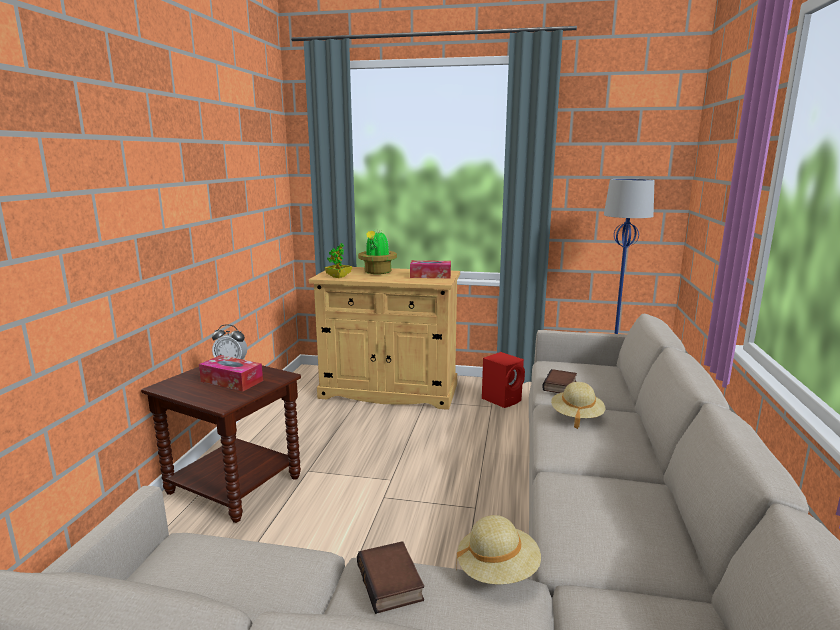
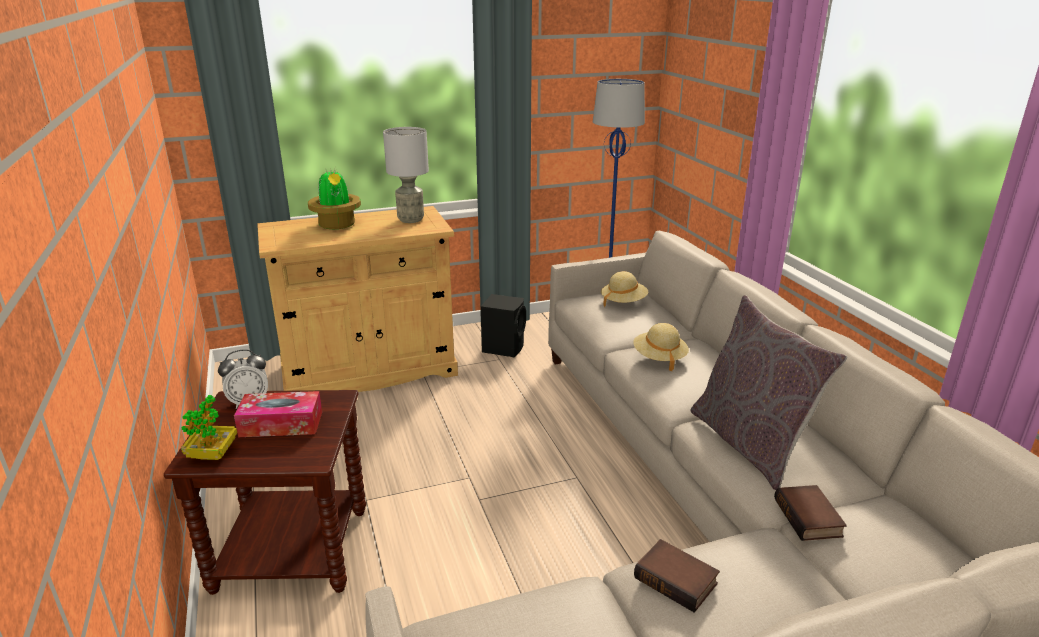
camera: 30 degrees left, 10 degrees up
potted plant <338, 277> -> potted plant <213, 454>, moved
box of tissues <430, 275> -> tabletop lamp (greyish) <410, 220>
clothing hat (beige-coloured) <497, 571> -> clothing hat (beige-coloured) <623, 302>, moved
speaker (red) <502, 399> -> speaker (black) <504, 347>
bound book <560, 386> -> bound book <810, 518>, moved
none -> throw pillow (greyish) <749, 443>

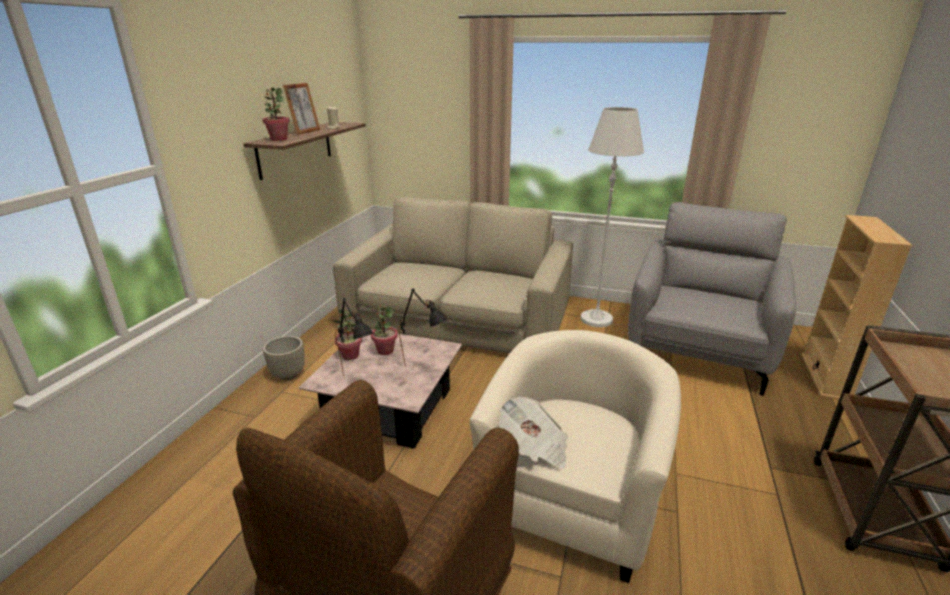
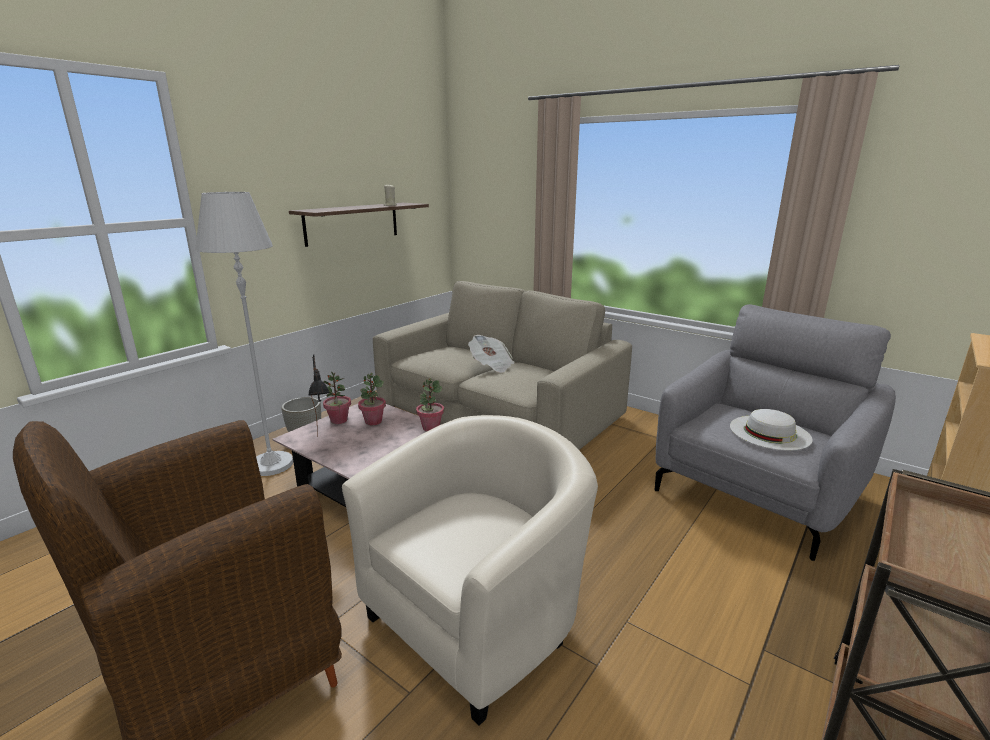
camera: 20 degrees right, 5 degrees down
potted plant <279, 139> -> potted plant <430, 428>, moved
standing frame <305, 132> -> none
tabletop lamp (black) <425, 370> -> none
newspaper <534, 447> -> newspaper <491, 365>, moved
standing lamp (white) <596, 319> -> standing lamp (white) <271, 464>, moved
none -> clothing hat (white) <770, 432>

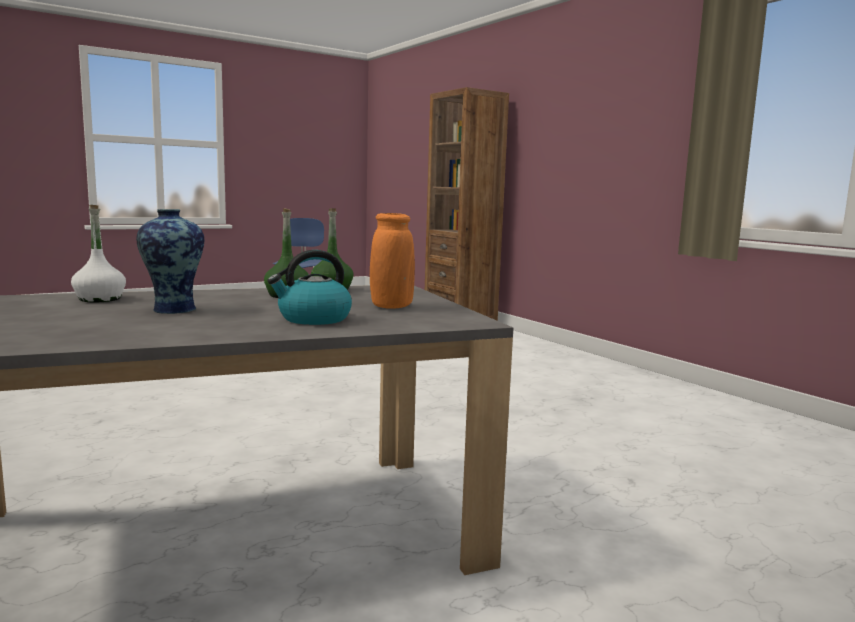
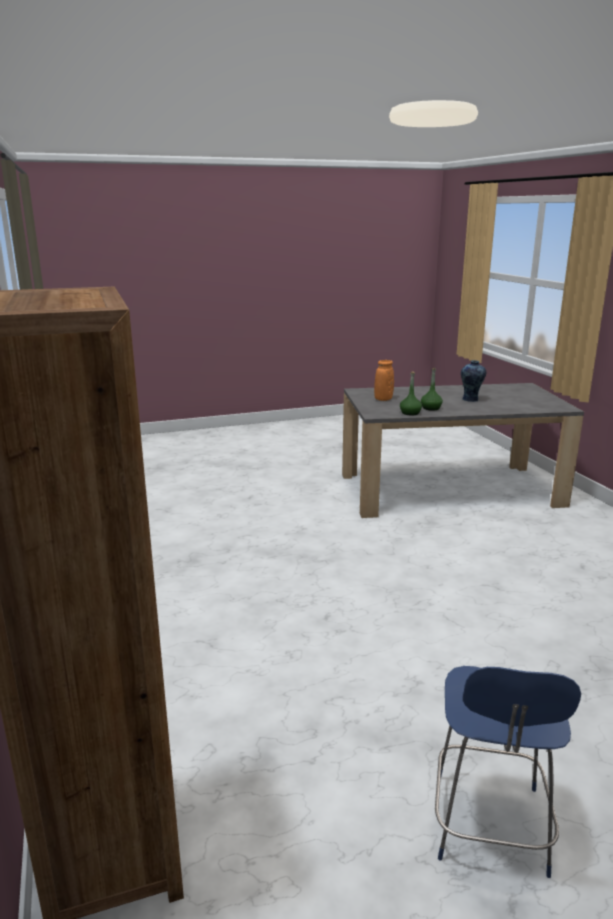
camera: 165 degrees left, 10 degrees up
bottle (white) <100, 299> -> none
kettle <313, 319> -> none

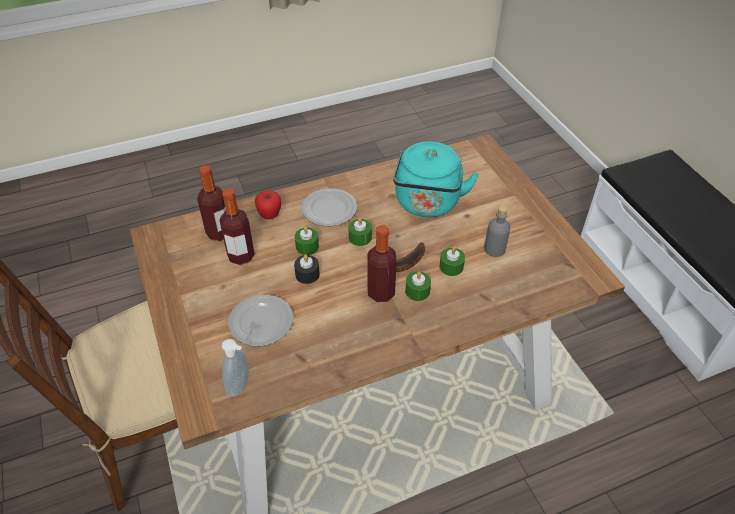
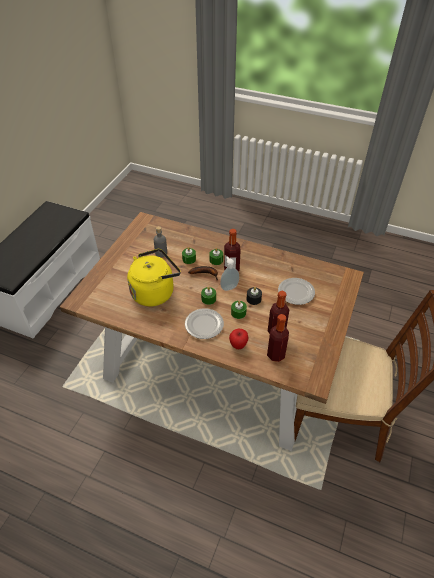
camera: 135 degrees left, 0 degrees up
soap dispenser <241, 386> -> soap dispenser <229, 287>, moved
kettle (blue-green) <427, 204> -> kettle (yellowish) <155, 292>

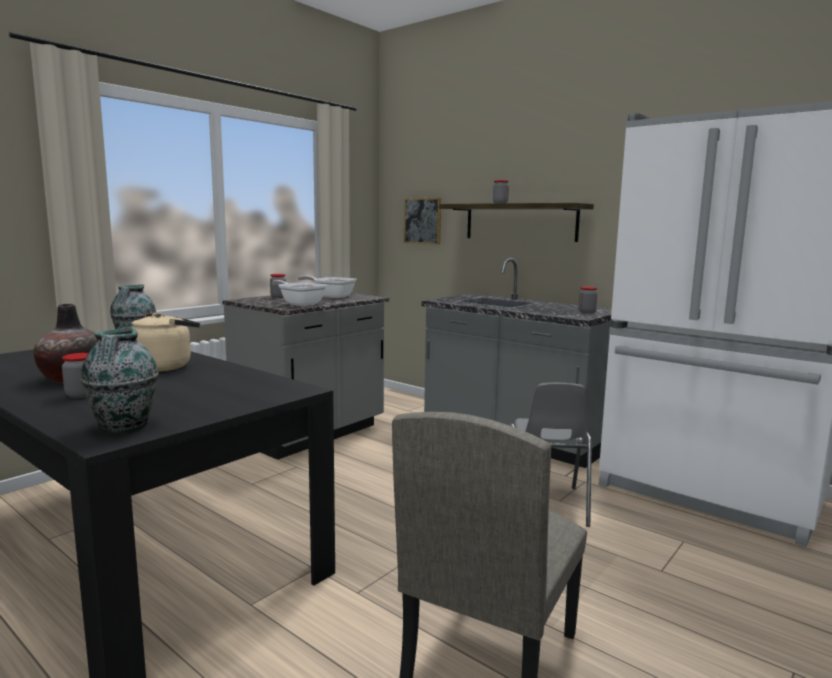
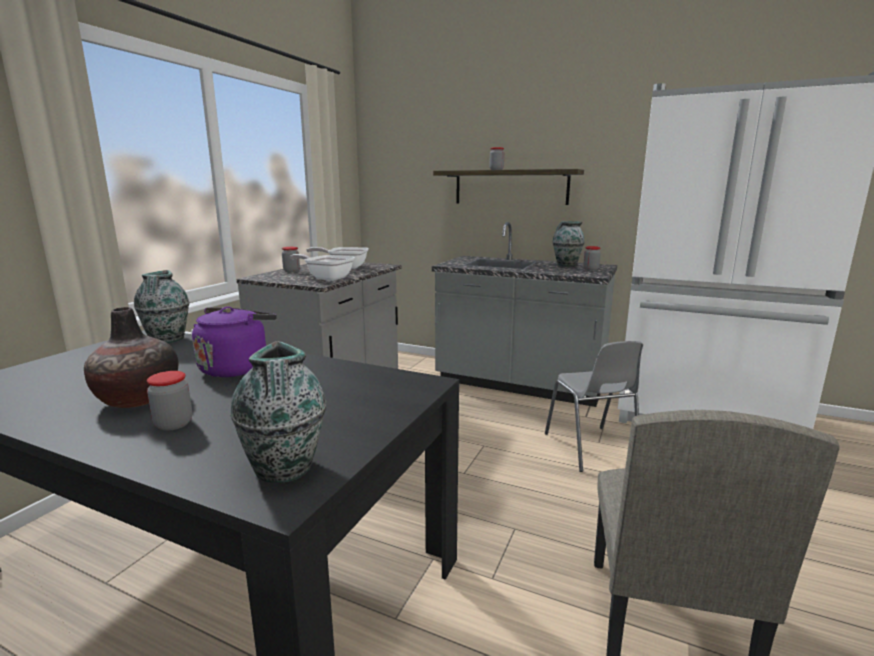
camera: 15 degrees left, 5 degrees up
kettle (beige-coloured) <165, 366> -> kettle (purplish) <236, 367>
wall picture <423, 221> -> none
none -> decorative vase <566, 265>

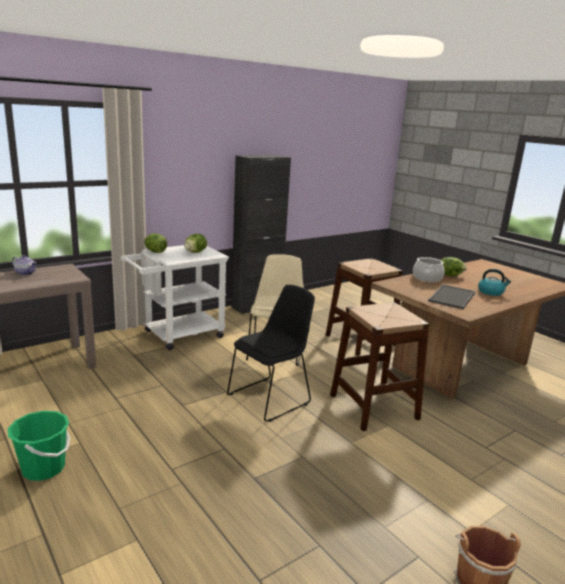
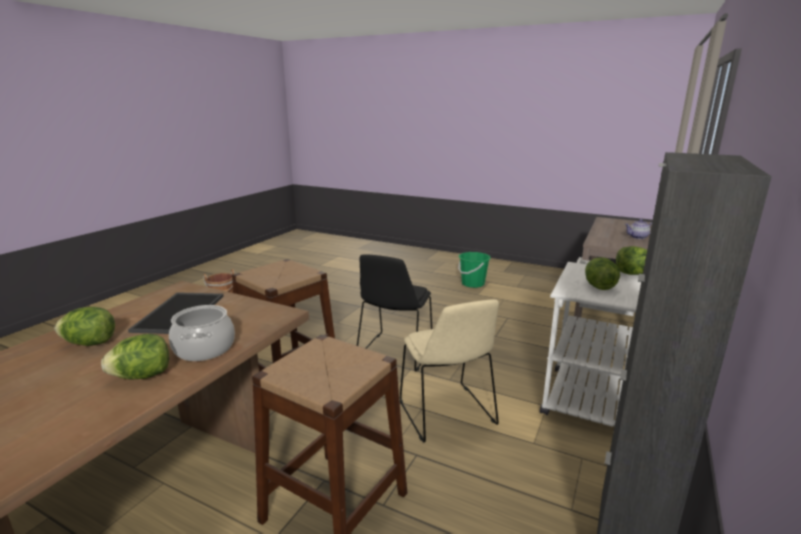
camera: 155 degrees right, 0 degrees up
kettle <491, 292> -> lettuce head <90, 343>

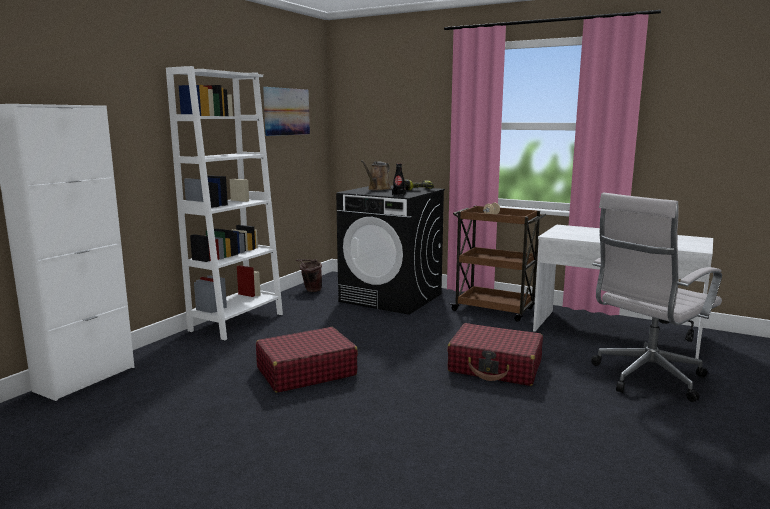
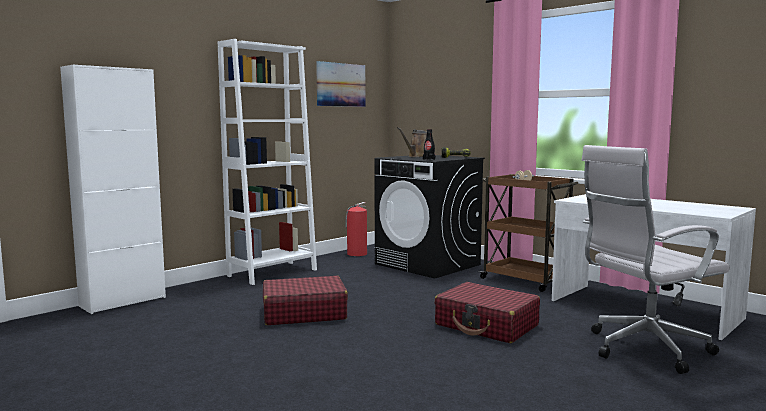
camera: 15 degrees right, 5 degrees down
water bucket (brownish) <310, 290> -> fire-fighting cylinder <356, 254>

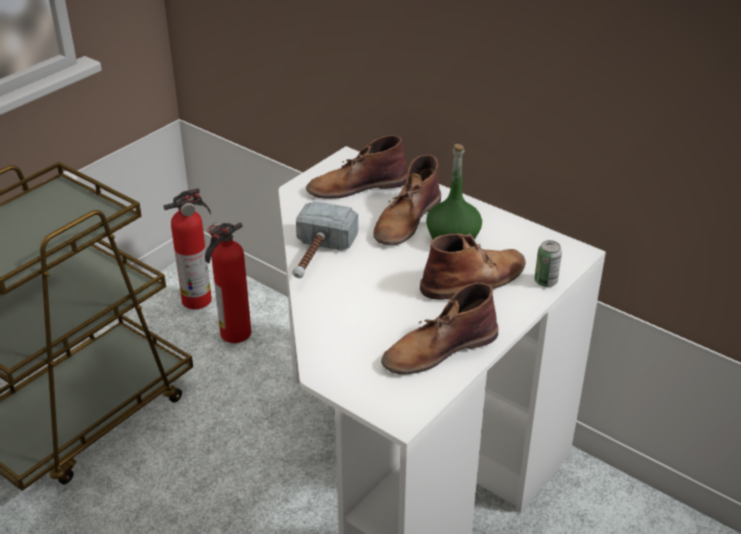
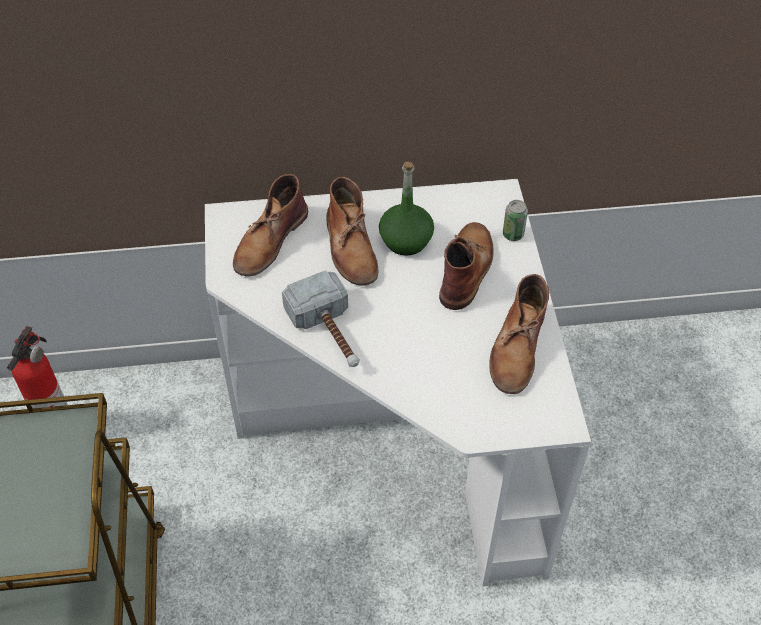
camera: 45 degrees left, 15 degrees up
fire-fighting cylinder <234, 334> -> none

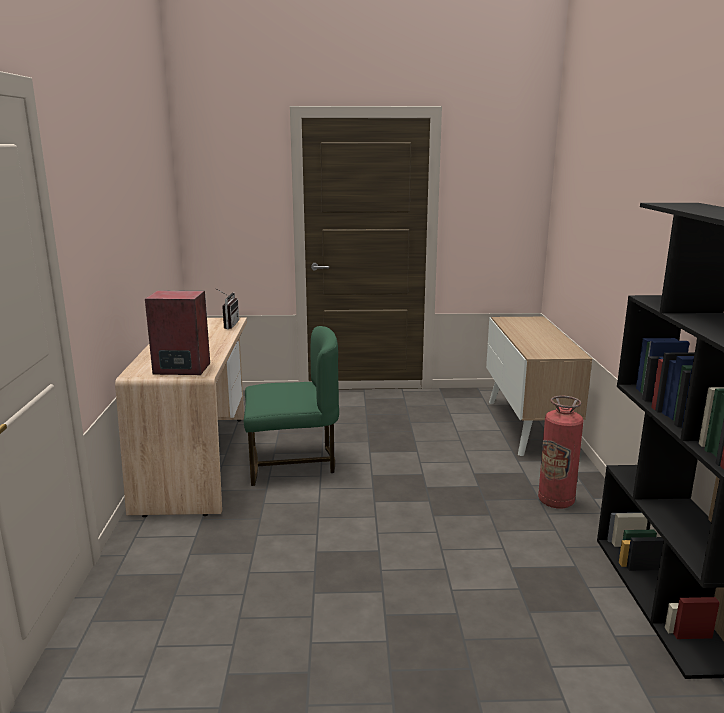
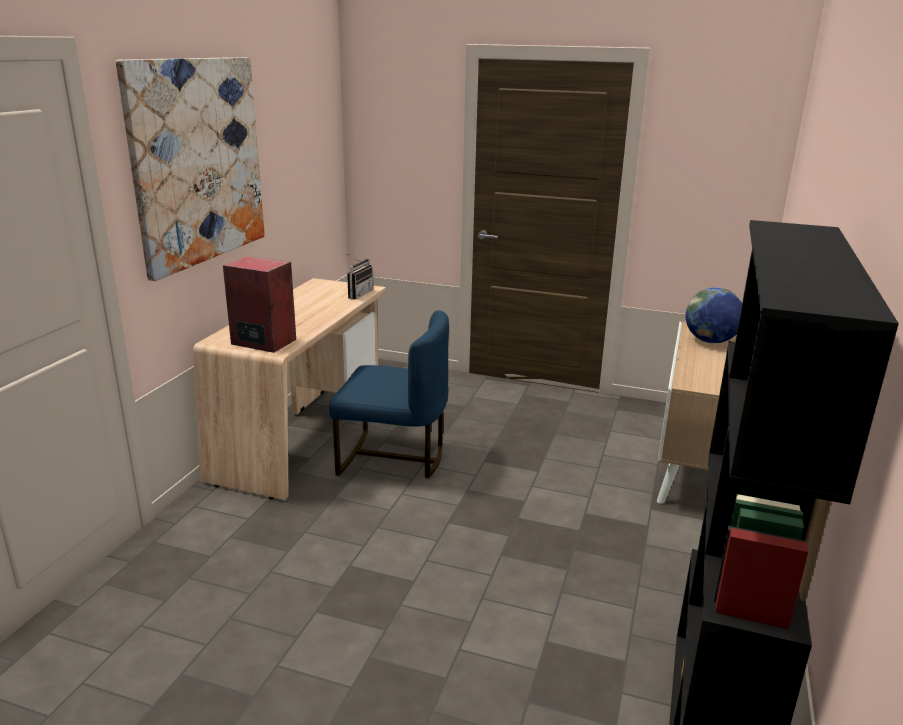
camera: 20 degrees right, 5 degrees up
plain chair (green) <292, 463> -> plain chair (bluish) <393, 458>
fire-fighting cylinder <556, 501> -> none
none -> wall picture <198, 162>
none -> globe <710, 341>

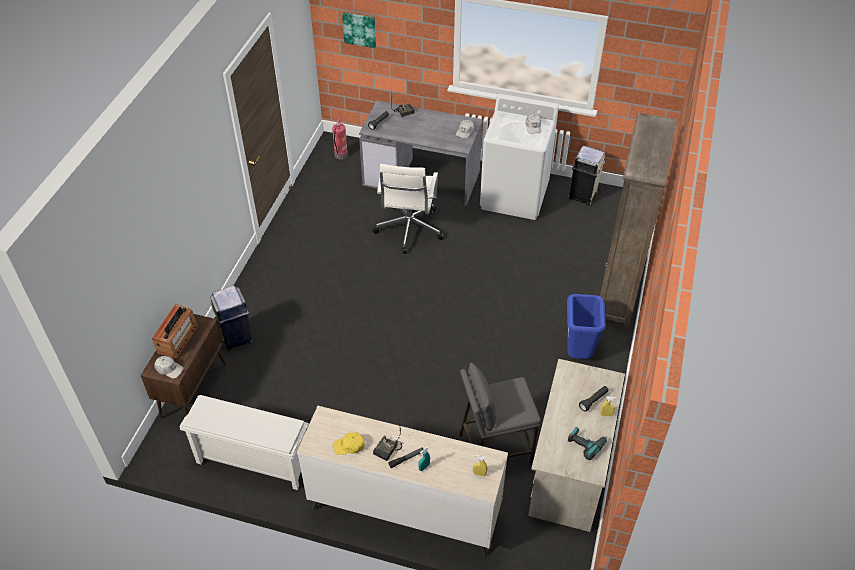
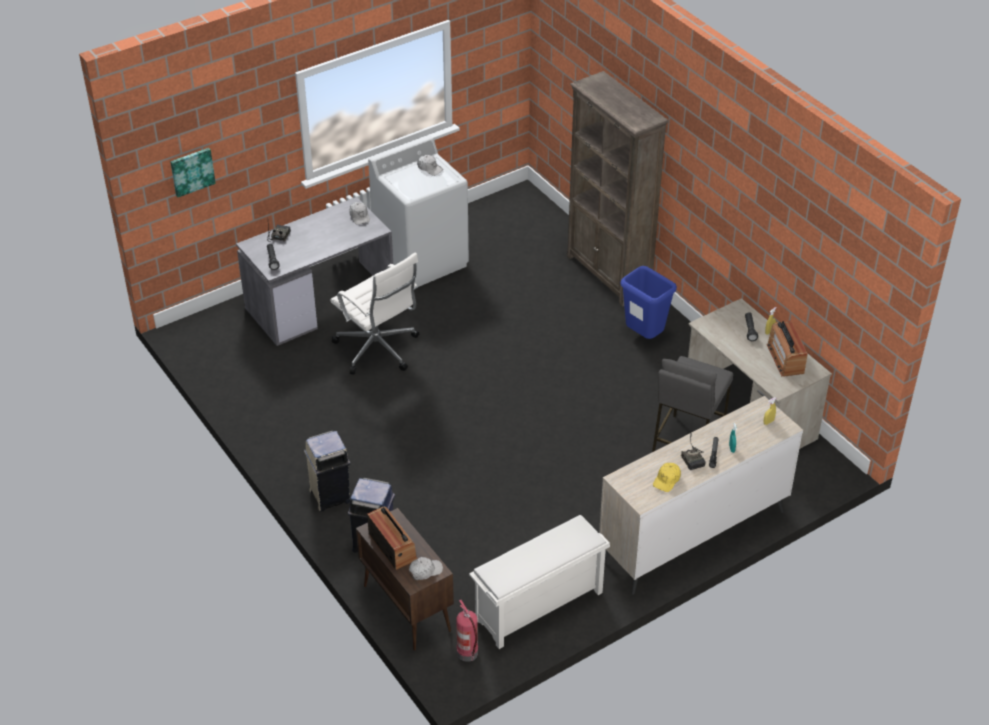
camera: 50 degrees left, 5 degrees down
fire-fighting cylinder <341, 155> -> fire-fighting cylinder <468, 653>, moved
waste bin (beige-coloured) <583, 195> -> waste bin (beige-coloured) <331, 496>, moved
drill <586, 444> -> radio set <785, 358>

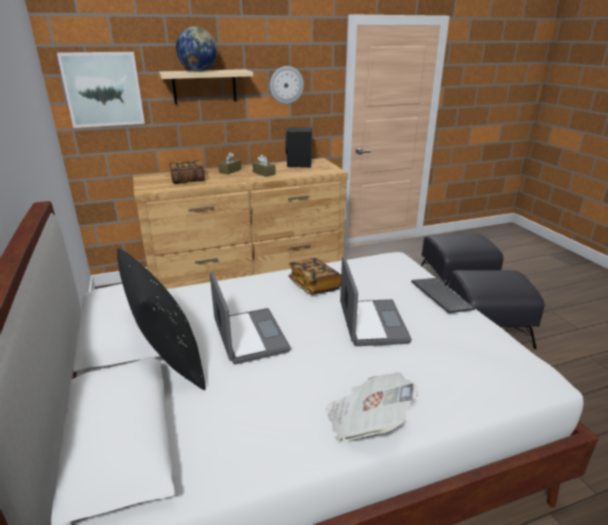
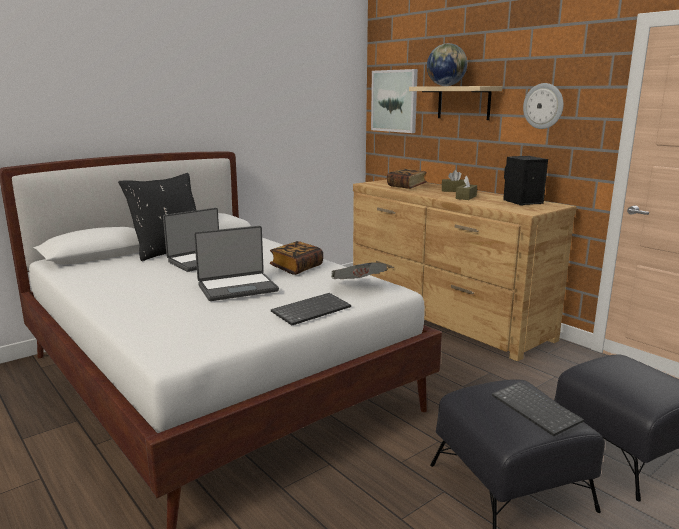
camera: 70 degrees right, 10 degrees down
newspaper <366, 422> -> newspaper <358, 287>, moved
none -> computer keyboard <537, 410>

